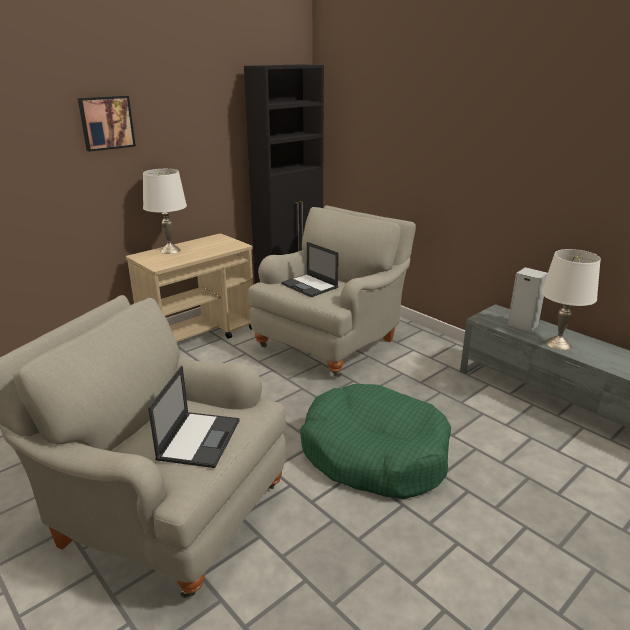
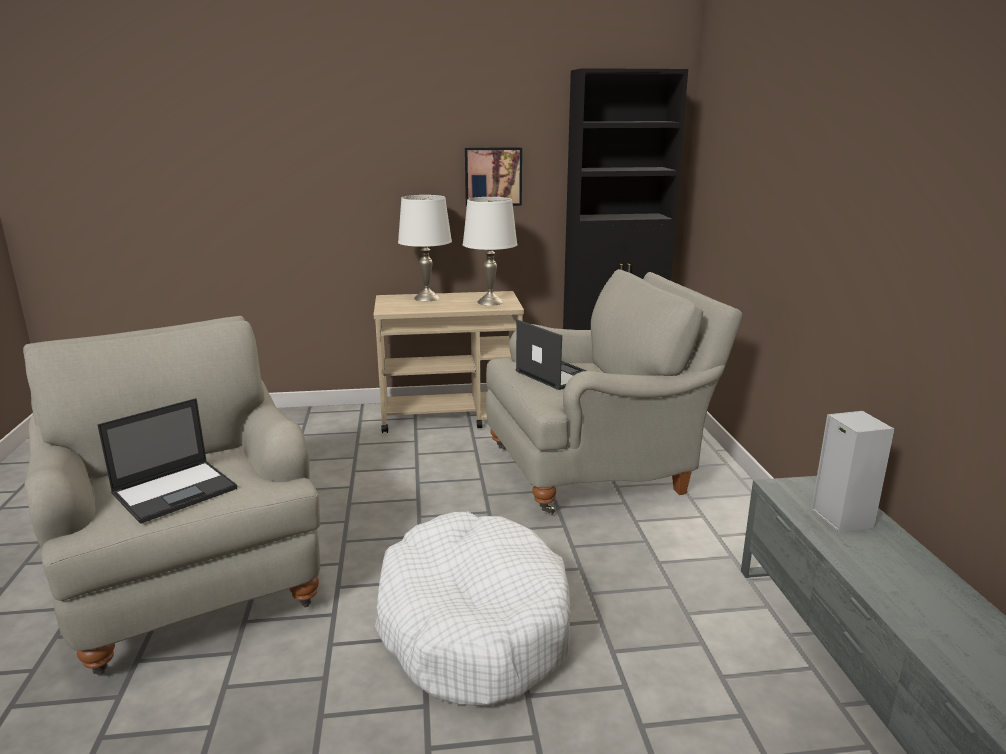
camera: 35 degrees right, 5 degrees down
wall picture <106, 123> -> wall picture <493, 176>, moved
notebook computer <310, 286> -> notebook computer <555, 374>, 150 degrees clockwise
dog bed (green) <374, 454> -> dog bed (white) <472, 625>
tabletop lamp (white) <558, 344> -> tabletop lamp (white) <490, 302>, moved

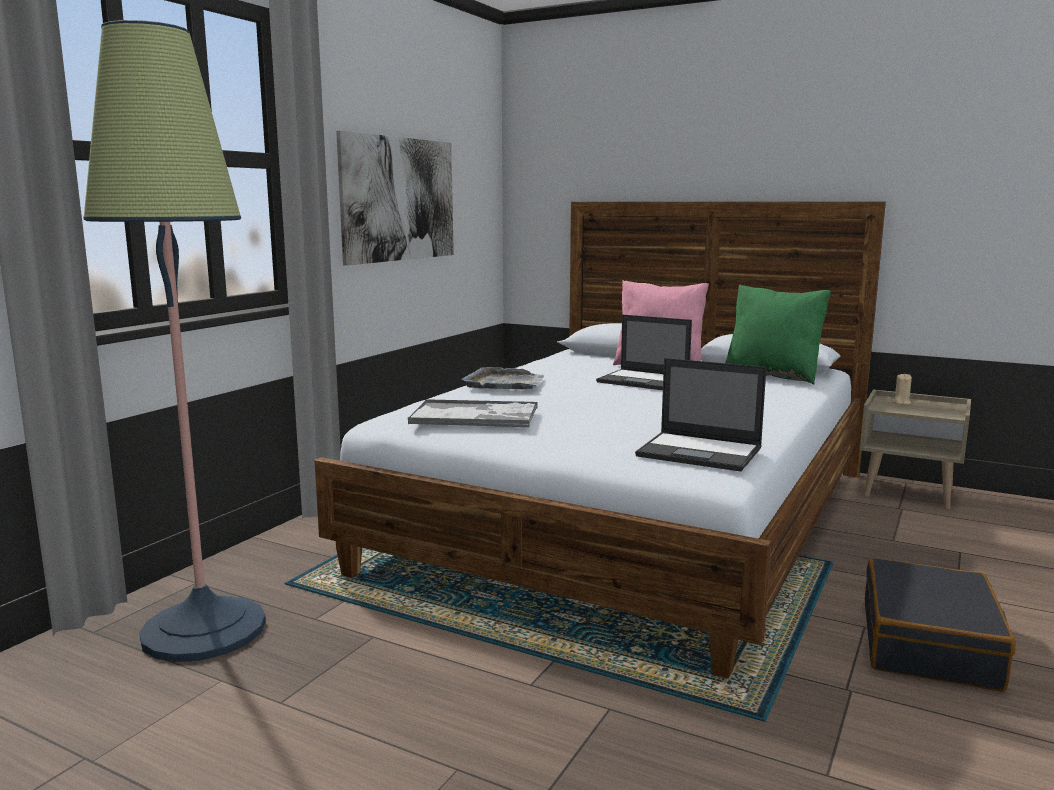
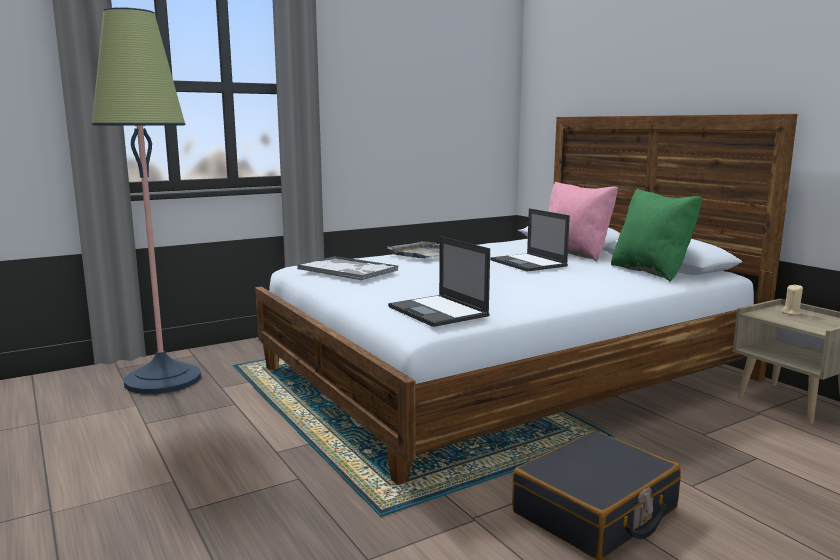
camera: 30 degrees right, 0 degrees up
wall picture <399, 199> -> none

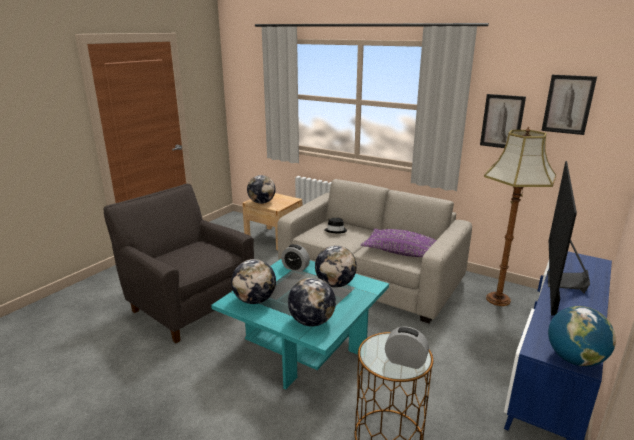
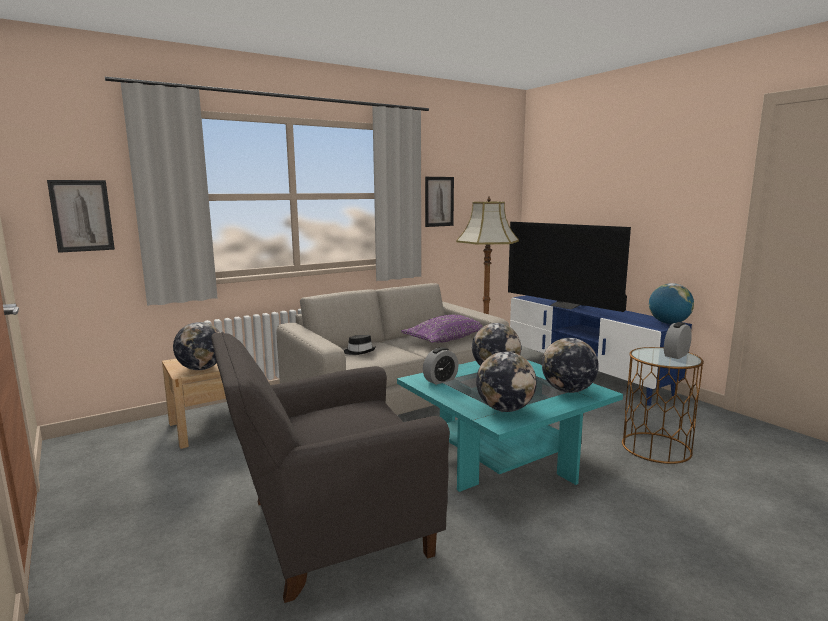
camera: 65 degrees left, 10 degrees down
wall picture <568, 104> -> wall picture <82, 216>, moved

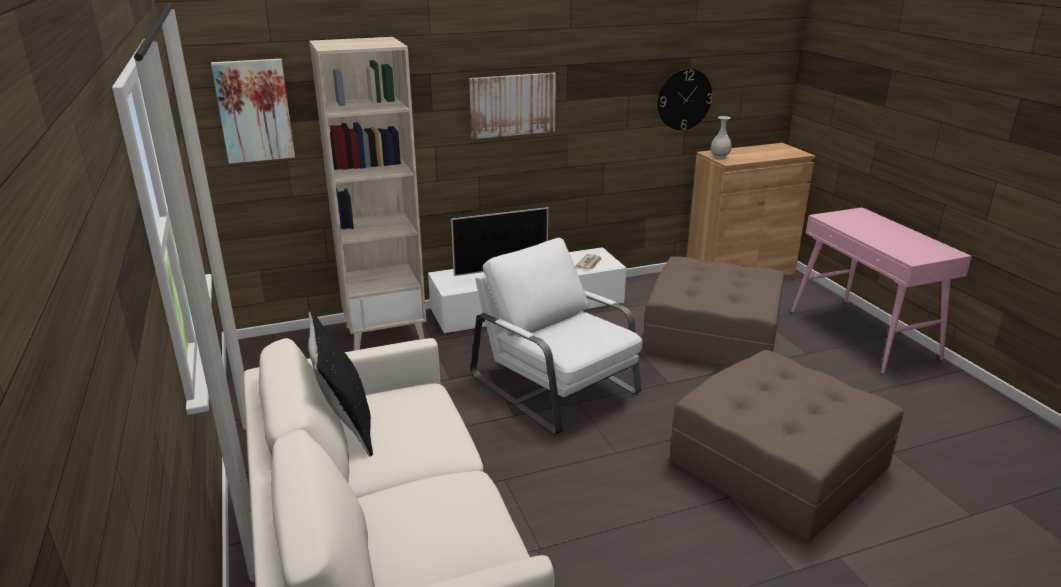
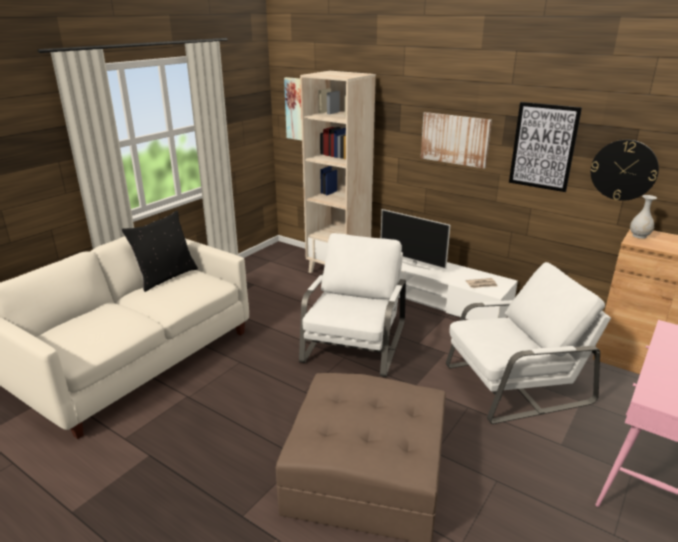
camera: 55 degrees right, 0 degrees up
pouffe (brownish) <713, 334> -> easy chair (white) <515, 384>
none -> wall picture <543, 146>

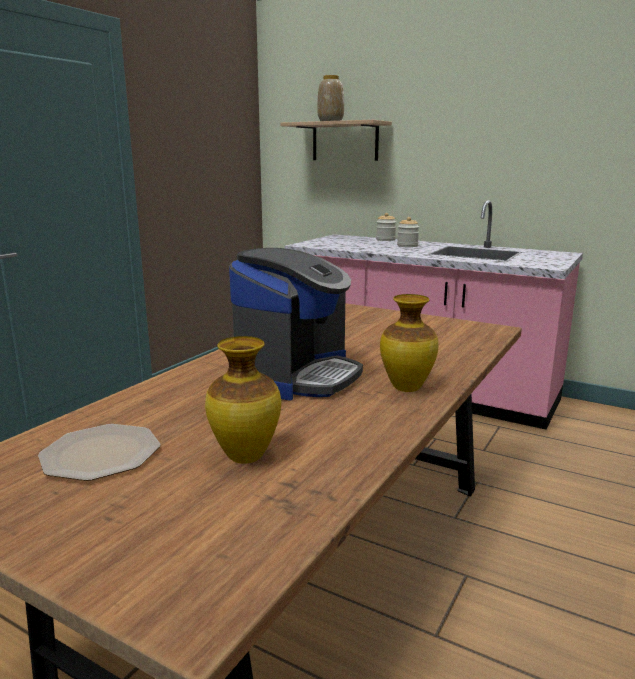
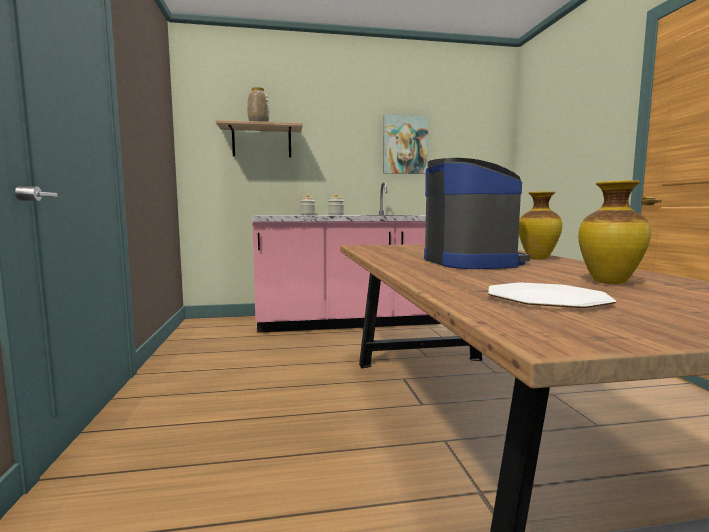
camera: 40 degrees left, 10 degrees down
none -> wall picture <405, 145>

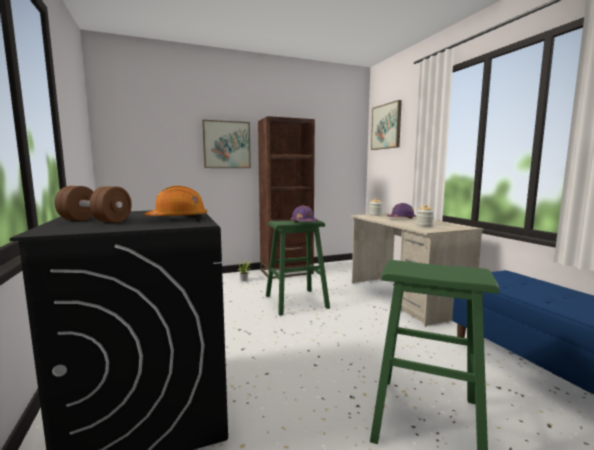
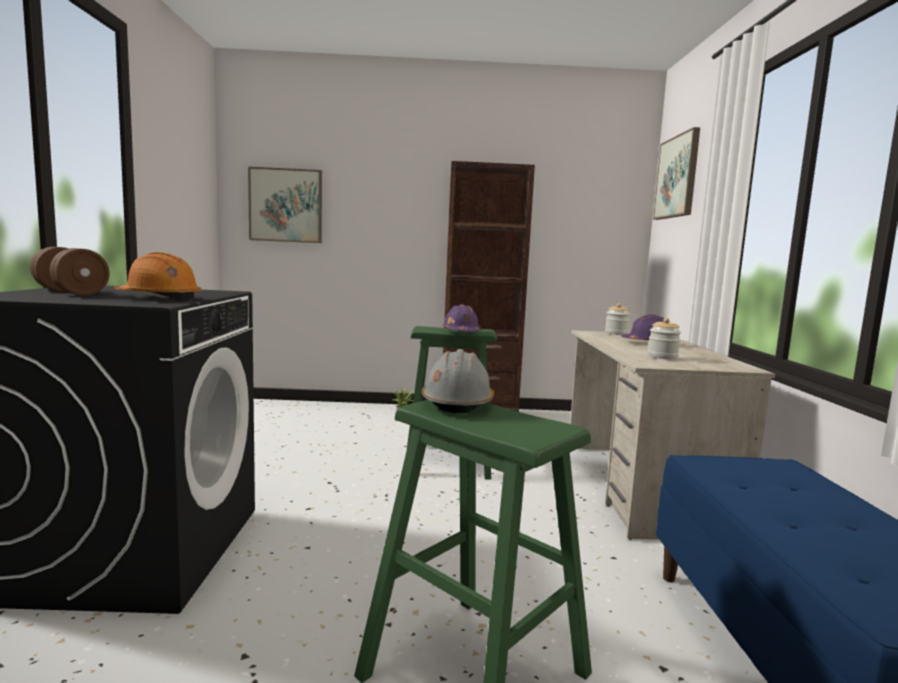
camera: 20 degrees right, 0 degrees up
wall picture <226, 145> -> wall picture <286, 205>, moved
none -> safety helmet (greyish) <457, 403>

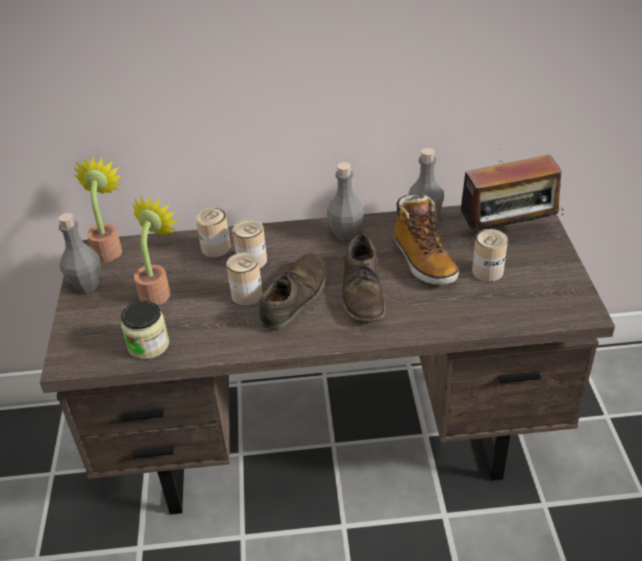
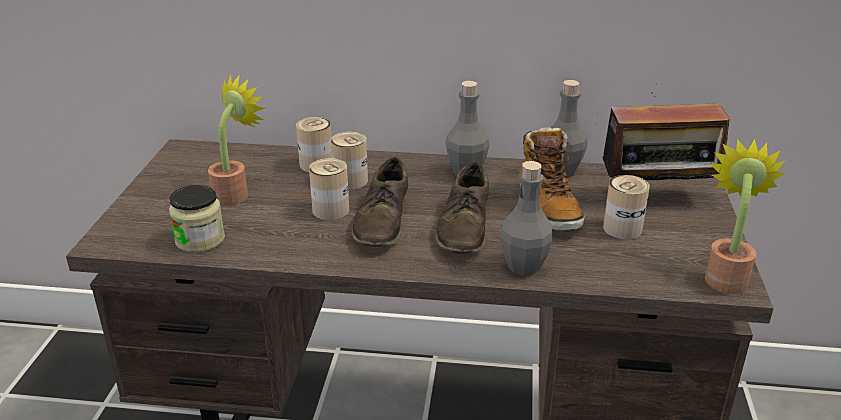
camera: 10 degrees right, 10 degrees down
bottle (greyish) <87, 285> -> bottle (greyish) <523, 266>, moved
potted plant <109, 248> -> potted plant <725, 276>, moved
shoe (brownish) <294, 297> -> shoe (brownish) <383, 220>, 150 degrees clockwise

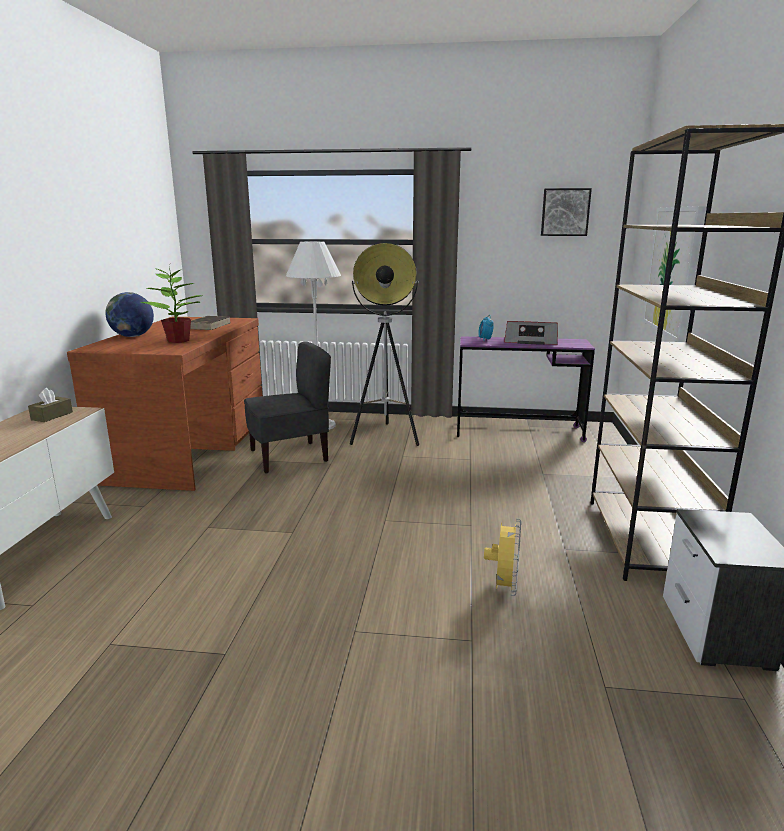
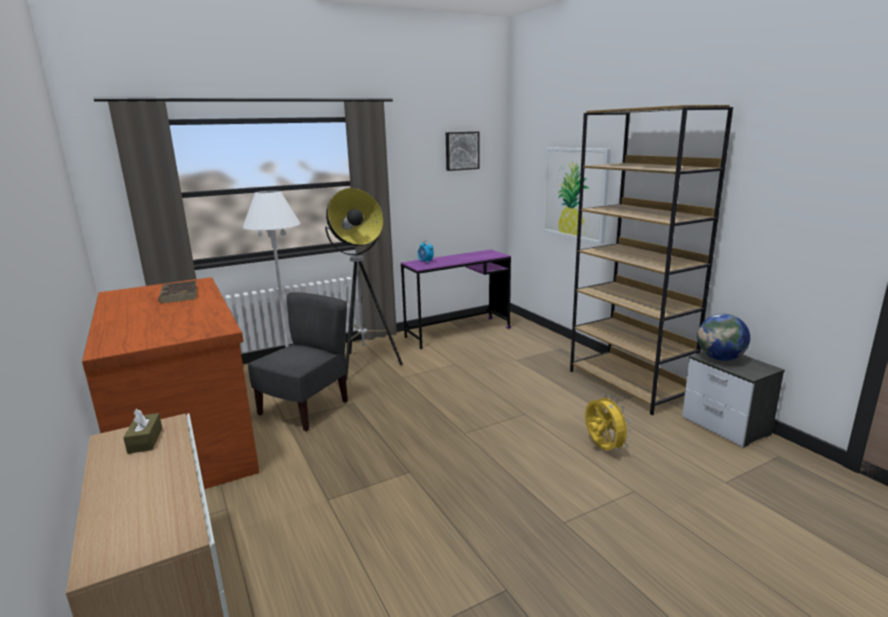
camera: 35 degrees left, 0 degrees up
globe <132, 336> -> globe <720, 358>, moved
potted plant <179, 341> -> none
radio set <530, 341> -> none

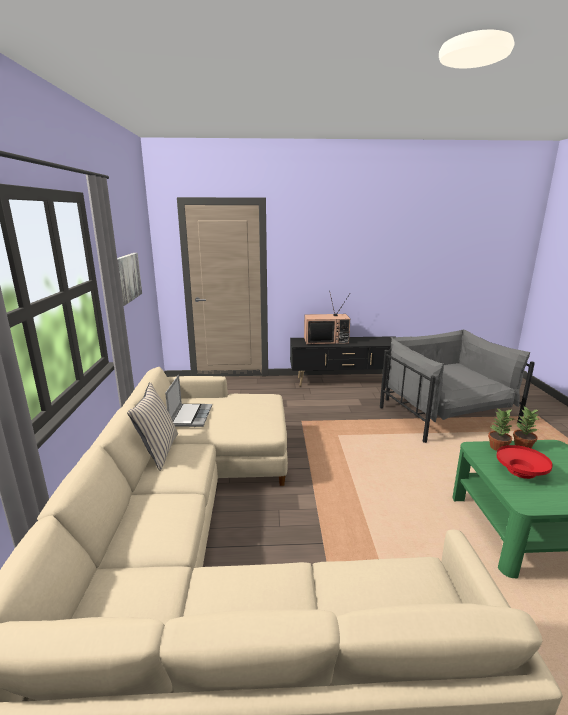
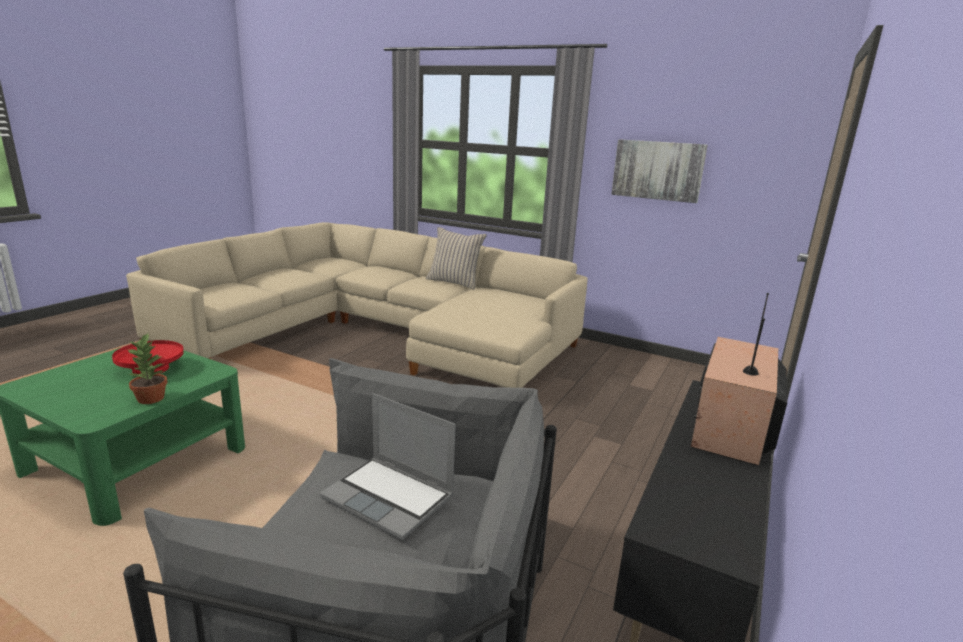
camera: 120 degrees right, 0 degrees up
notebook computer <190, 416> -> notebook computer <390, 498>, moved
potted plant <497, 447> -> none

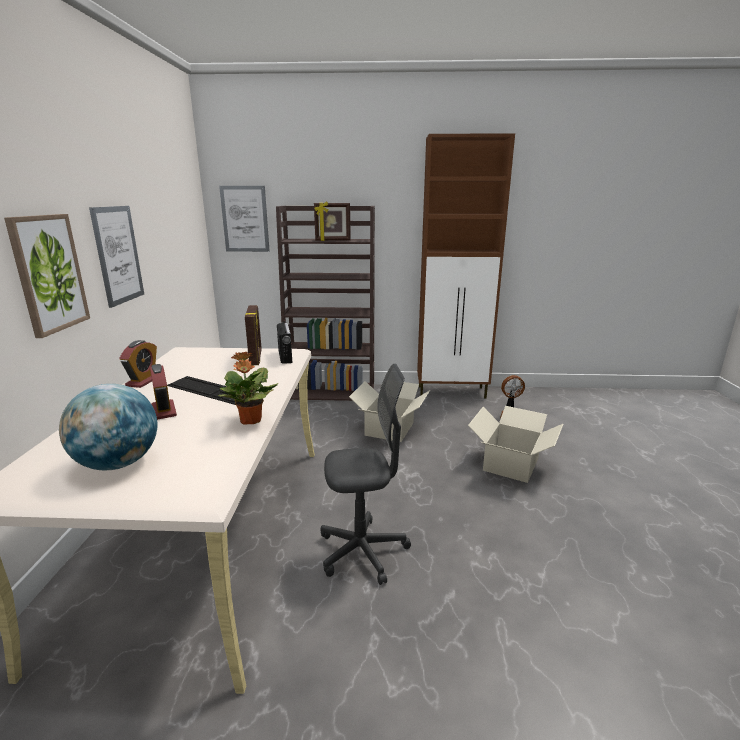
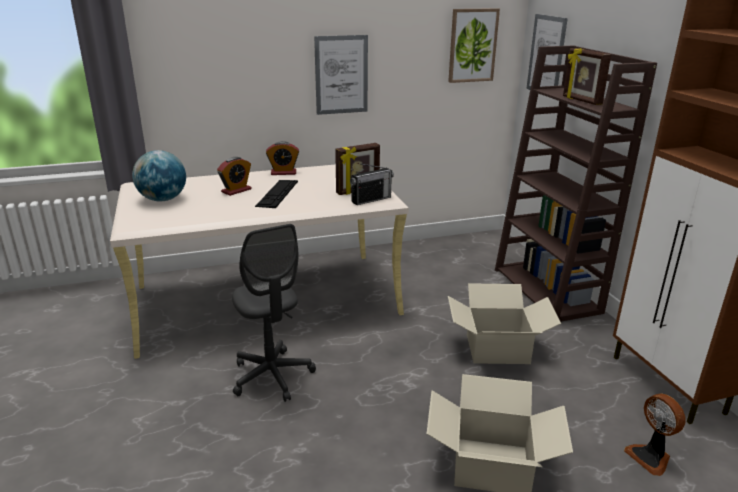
camera: 70 degrees right, 5 degrees up
wall picture <48, 273> -> wall picture <472, 45>, moved
potted plant <250, 421> -> none

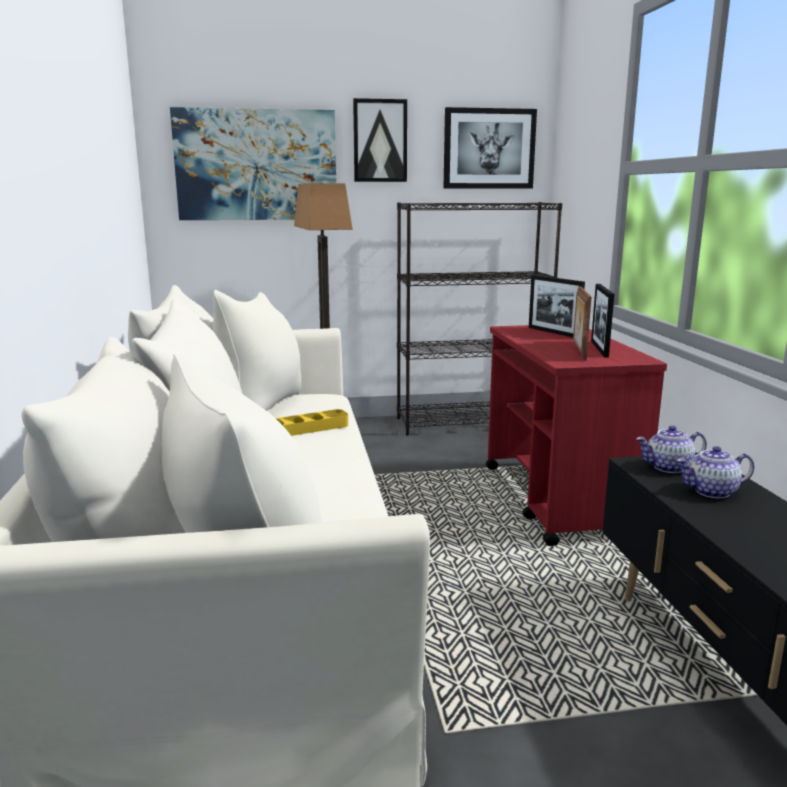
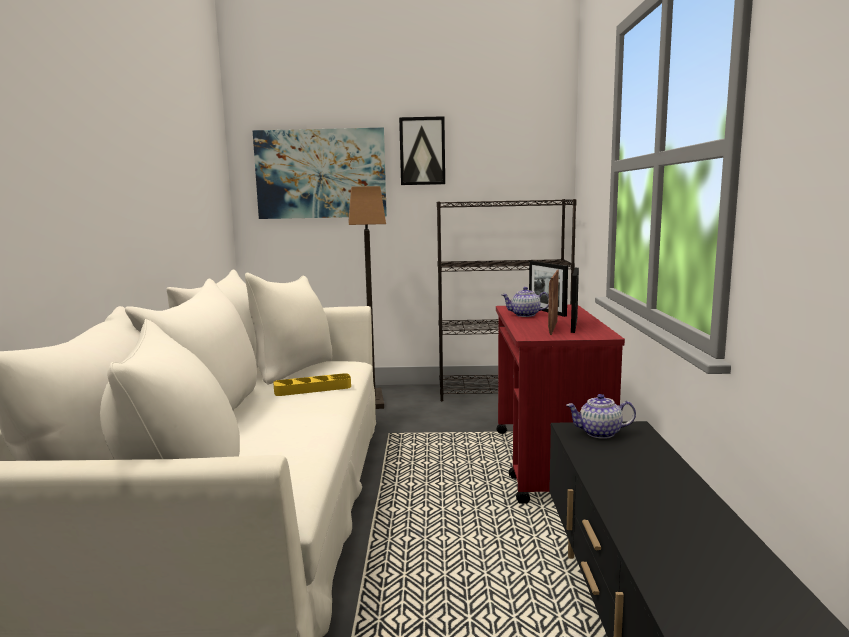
camera: 10 degrees right, 5 degrees down
wall picture <489, 149> -> none
pot for tea <711, 492> -> pot for tea <525, 315>, moved

